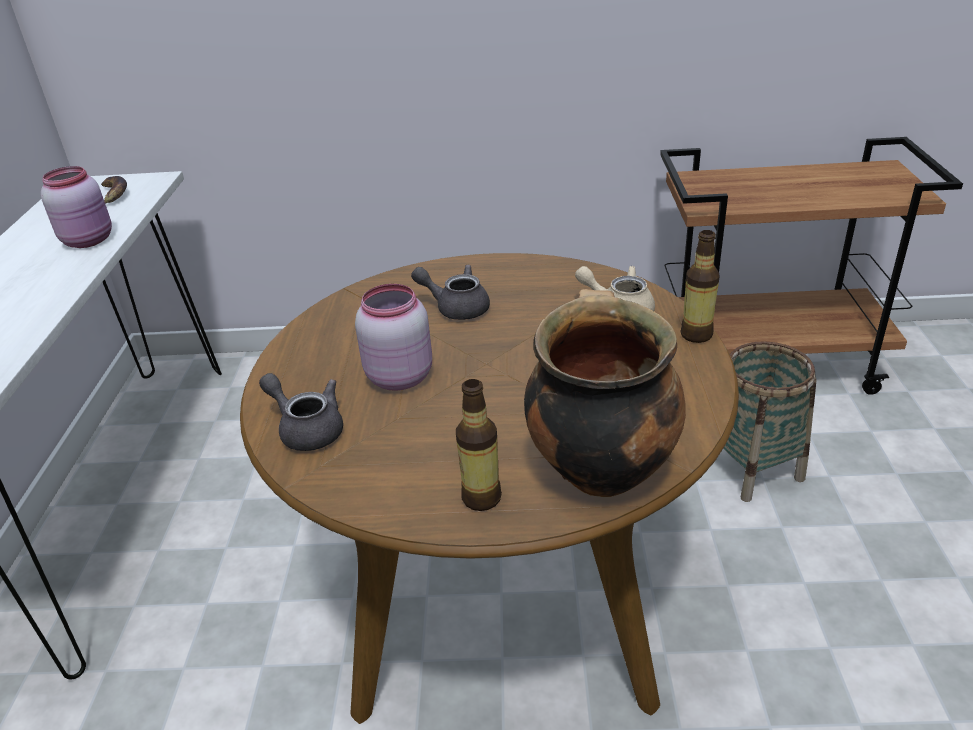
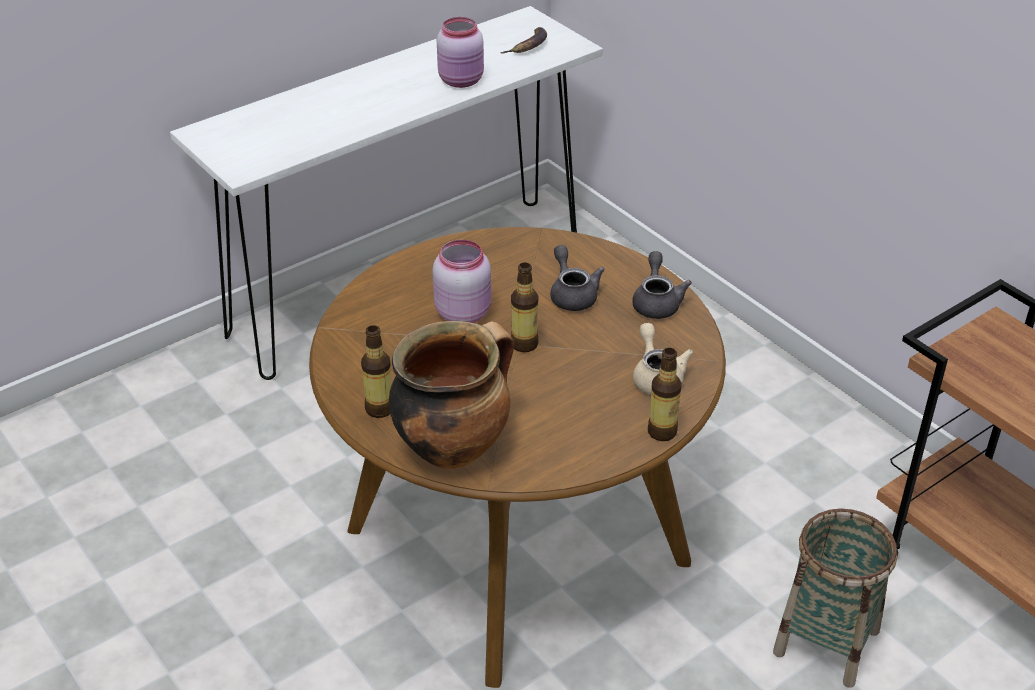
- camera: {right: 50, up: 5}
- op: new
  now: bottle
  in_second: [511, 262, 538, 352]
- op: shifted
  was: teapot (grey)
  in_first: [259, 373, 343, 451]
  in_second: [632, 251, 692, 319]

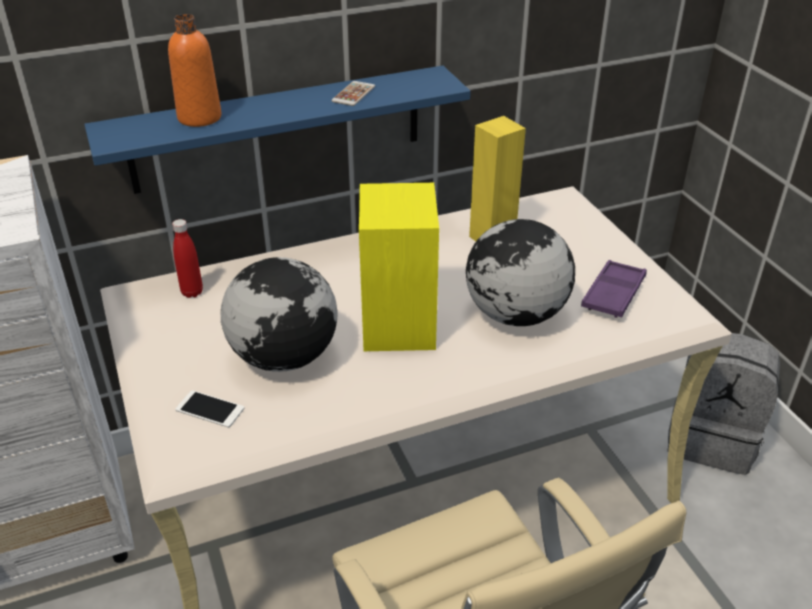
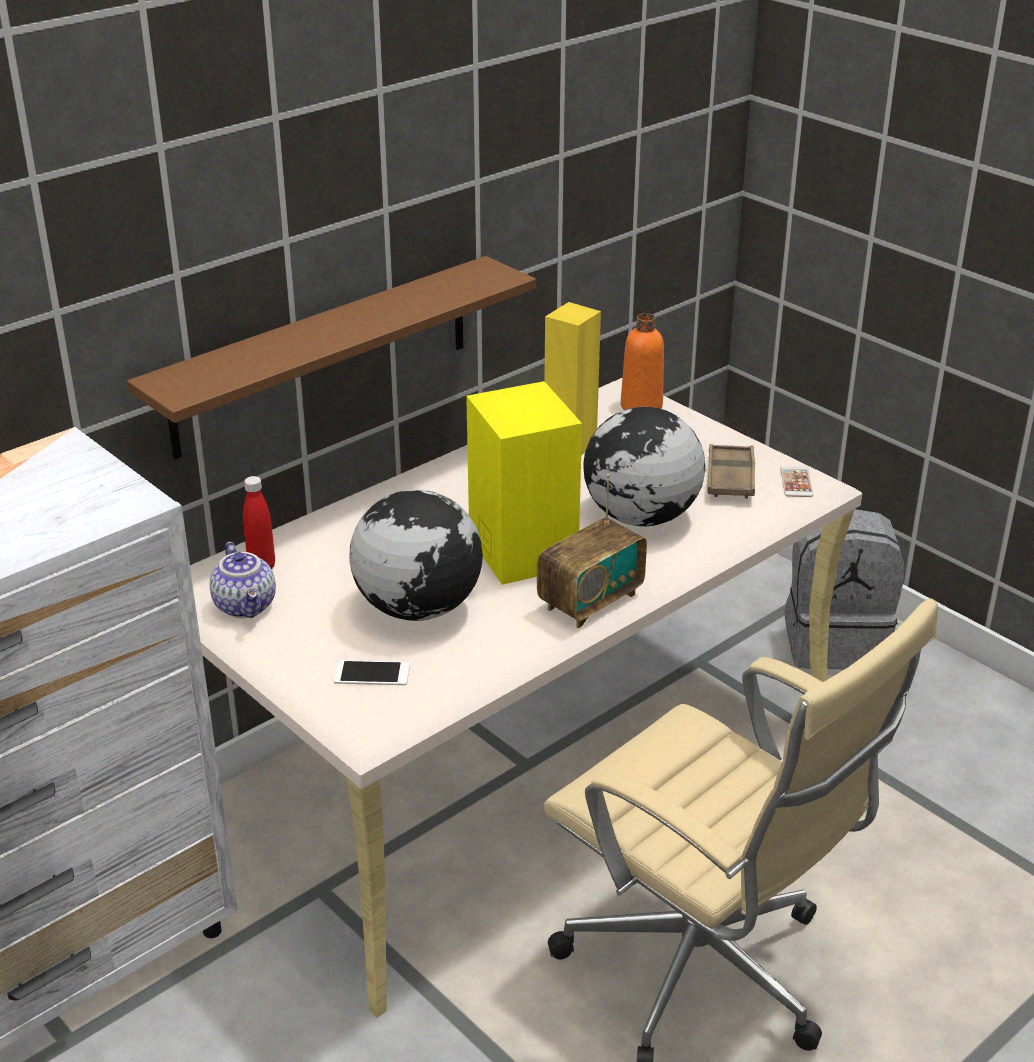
- camera: {right: -20, up: -5}
- op: new
  now: teapot
  in_second: [209, 542, 276, 618]
- op: new
  now: radio
  in_second: [537, 474, 647, 628]
- op: shifted
  was: bottle (orange)
  in_first: [168, 14, 222, 127]
  in_second: [621, 313, 664, 410]
- op: shifted
  was: phone
  in_first: [331, 81, 375, 106]
  in_second: [780, 466, 813, 497]
- op: repainted
  was: shelf (blue)
  now: shelf (brown)
  in_first: [84, 66, 471, 194]
  in_second: [127, 256, 536, 459]
- op: repainted
  was: tray (purple)
  now: tray (brown)
  in_first: [581, 260, 647, 318]
  in_second: [707, 444, 755, 499]

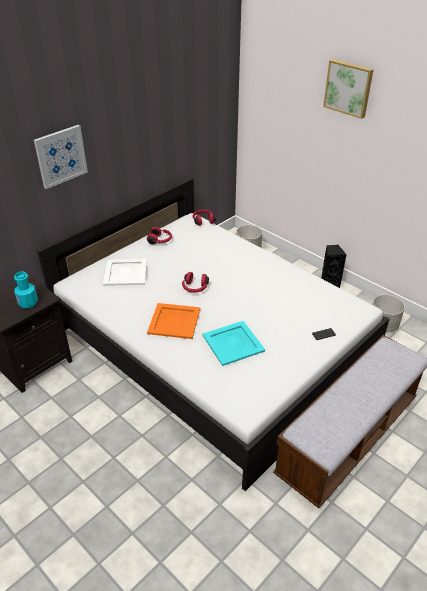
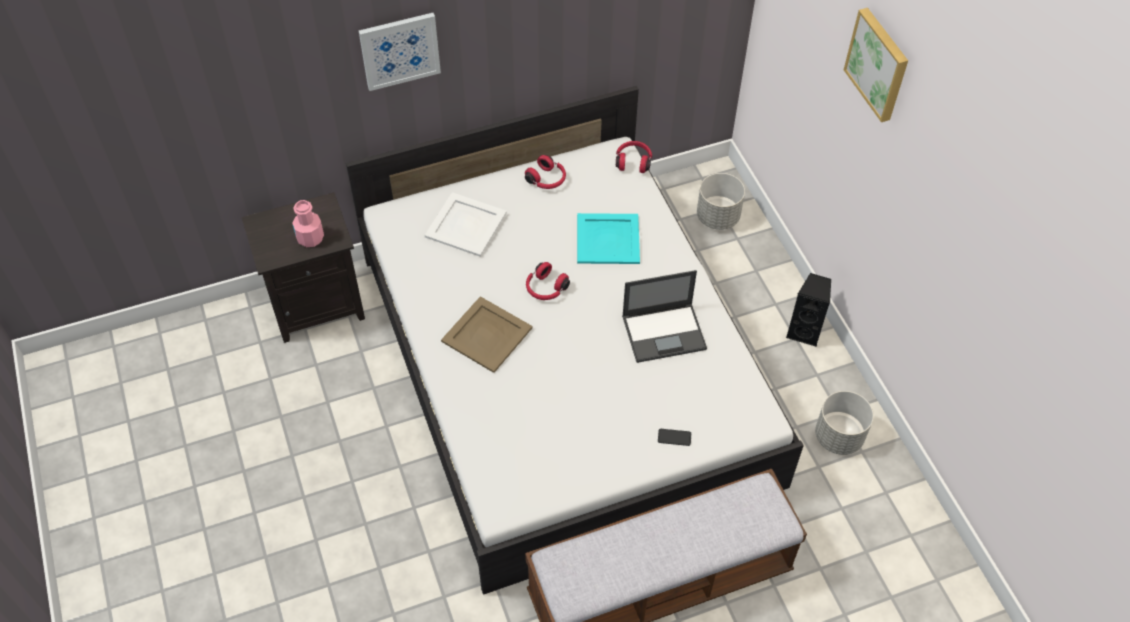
- camera: {right: 25, up: 15}
- op: new
  now: laptop
  in_second: [622, 270, 707, 363]
- op: shifted
  was: tray (turquoise)
  in_first: [202, 321, 265, 366]
  in_second: [577, 213, 640, 264]
- op: repainted
  was: bottle (turquoise)
  now: bottle (pink)
  in_first: [14, 271, 38, 308]
  in_second: [292, 200, 324, 247]
- op: repainted
  was: tray (orange)
  now: tray (beige)
  in_first: [147, 303, 200, 339]
  in_second: [441, 296, 533, 373]

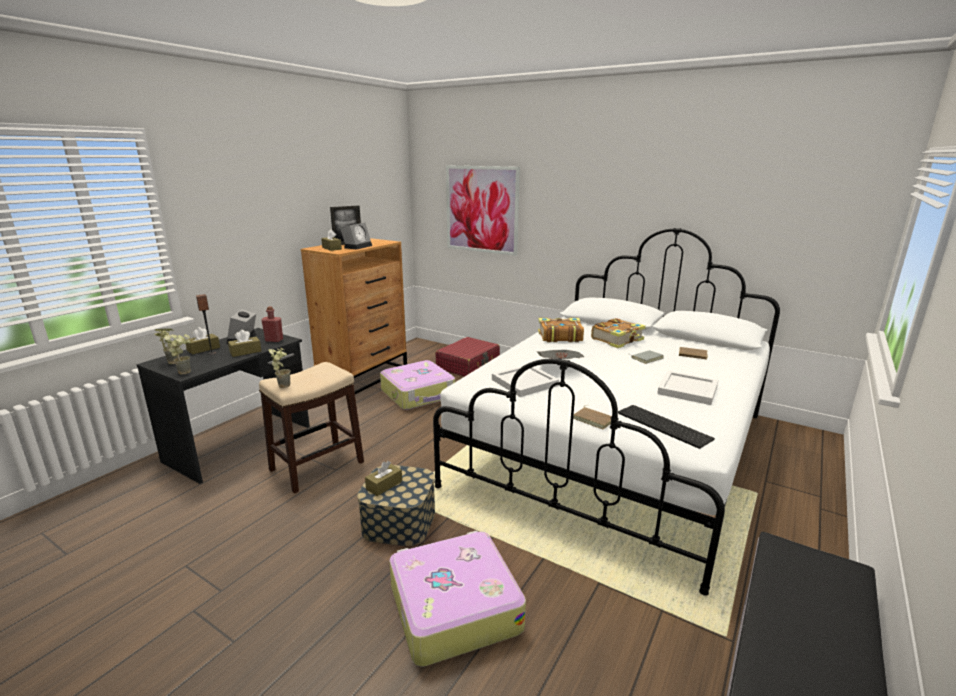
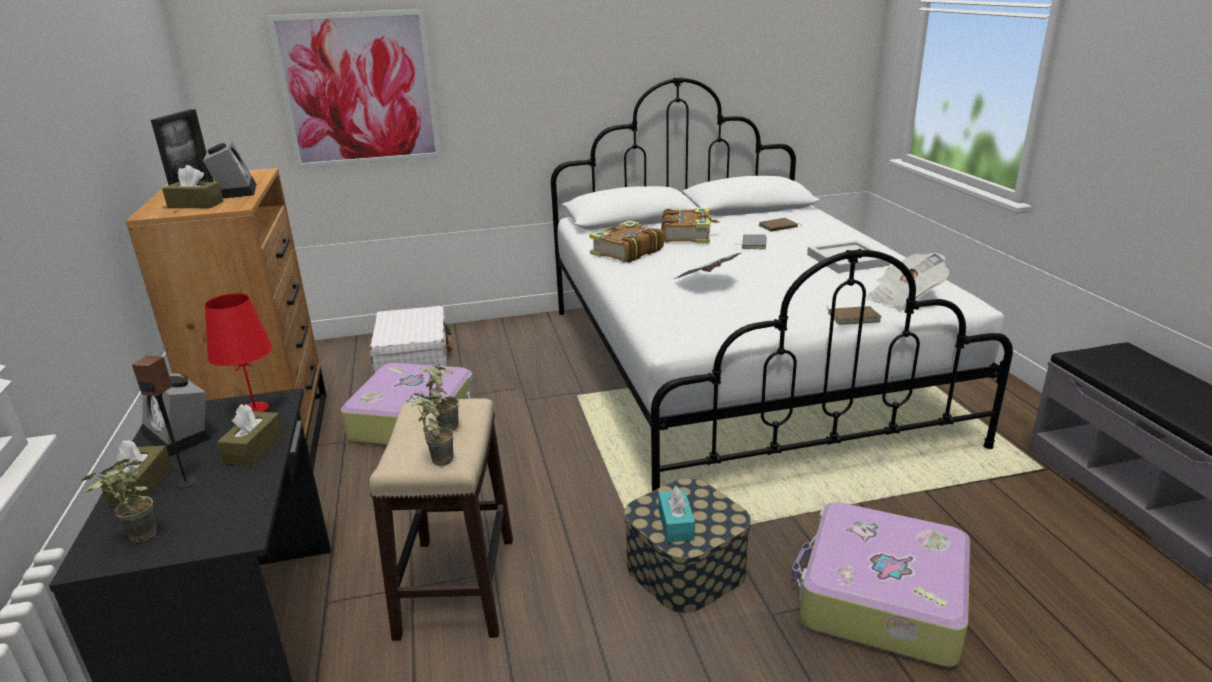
- camera: {right: -45, up: 5}
- op: gone
  was: tray (white)
  in_first: [492, 365, 559, 397]
- op: shifted
  was: potted plant
  in_first: [164, 334, 191, 375]
  in_second: [420, 361, 459, 431]
- op: swapped
  was: bottle (red)
  now: table lamp (red)
  in_first: [261, 306, 283, 342]
  in_second: [204, 293, 273, 412]
- op: swapped
  was: keyboard
  now: newspaper
  in_first: [618, 405, 715, 449]
  in_second: [866, 253, 950, 307]
- op: repainted
  was: tissue box (brown)
  now: tissue box (turquoise)
  in_first: [365, 461, 402, 496]
  in_second: [658, 486, 695, 543]
- op: repainted
  was: suitcase (red)
  now: suitcase (white)
  in_first: [435, 337, 500, 377]
  in_second: [370, 306, 452, 374]

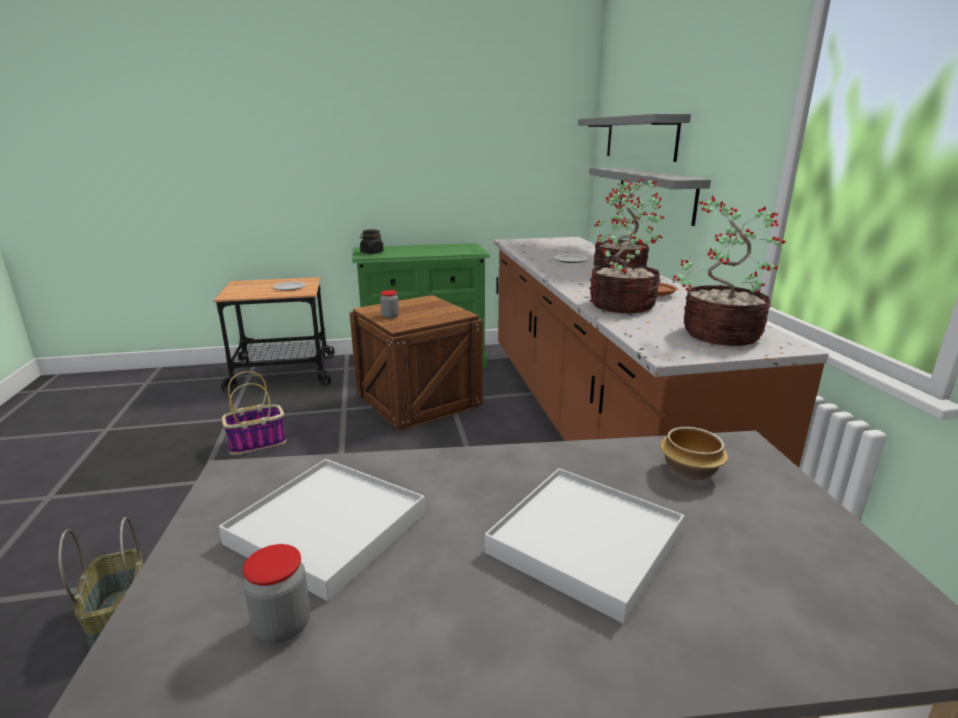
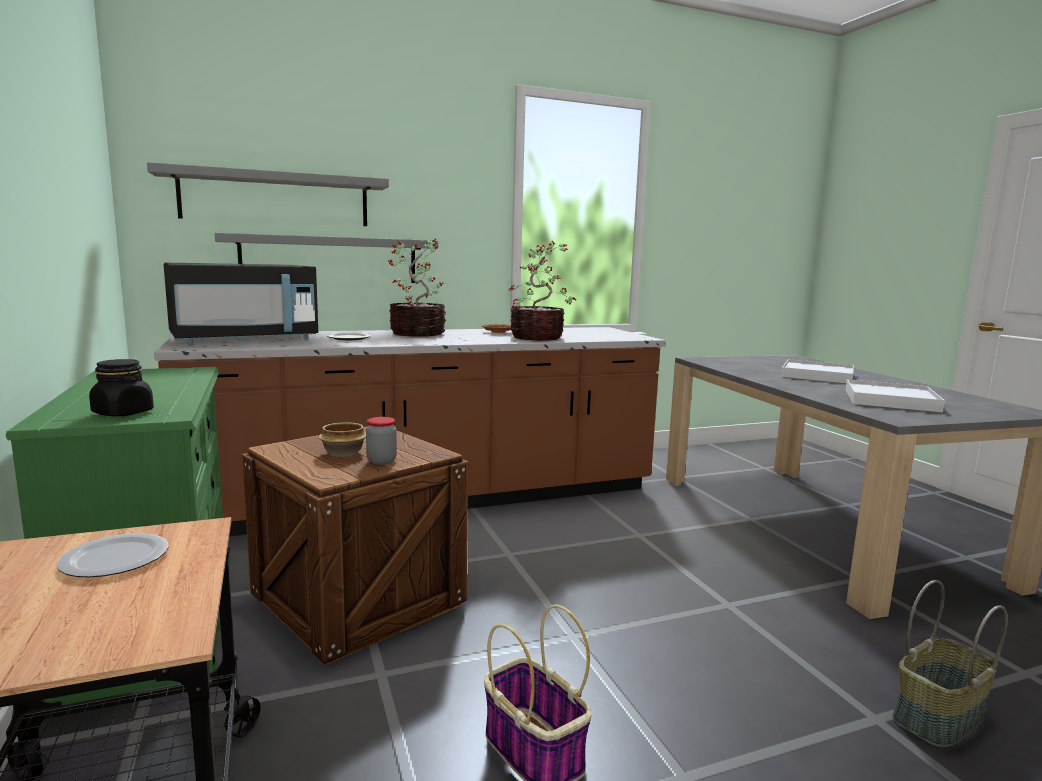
- camera: {right: -100, up: -10}
- op: gone
  was: jar
  in_first: [243, 544, 310, 643]
- op: gone
  was: potted plant
  in_first: [672, 196, 786, 346]
- op: new
  now: microwave (black)
  in_second: [164, 263, 318, 344]
- op: shifted
  was: bowl
  in_first: [660, 427, 728, 481]
  in_second: [319, 422, 366, 457]

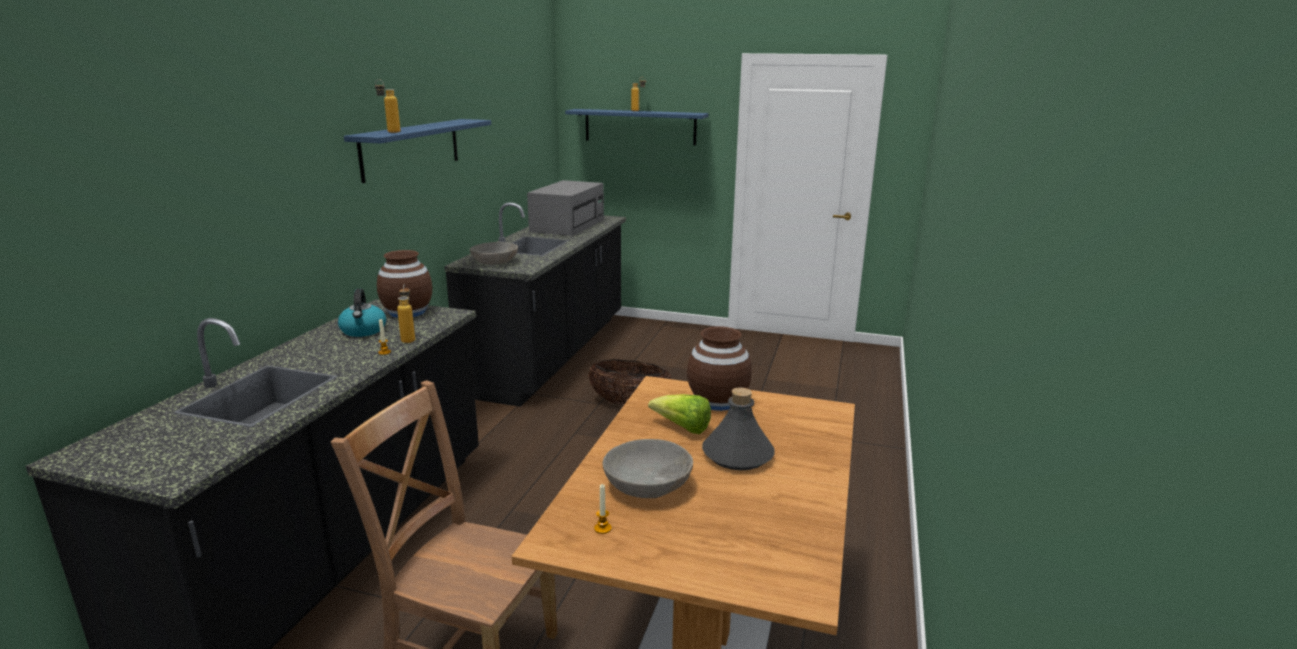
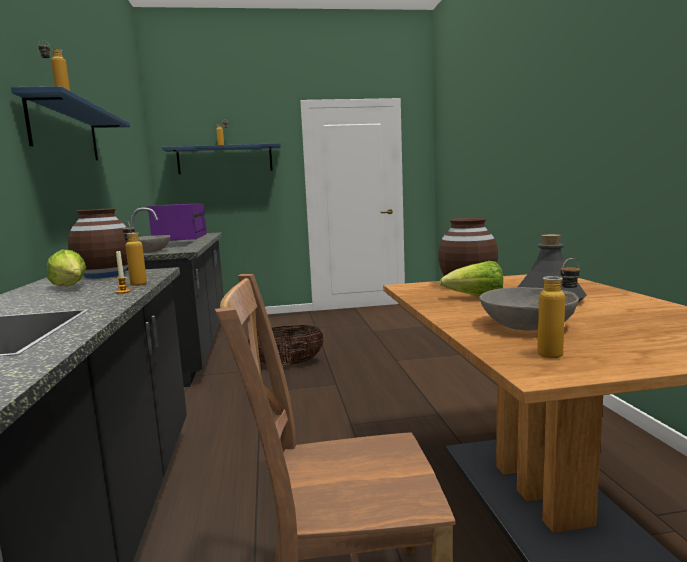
- camera: {right: -25, up: -10}
- op: swapped
  was: kettle
  now: lettuce
  in_first: [338, 289, 386, 337]
  in_second: [47, 250, 87, 286]
- op: swapped
  was: candle
  now: bottle
  in_first: [594, 484, 612, 534]
  in_second: [537, 258, 580, 358]
- op: repainted
  was: microwave (grey)
  now: microwave (purple)
  in_first: [527, 180, 604, 236]
  in_second: [148, 203, 207, 241]

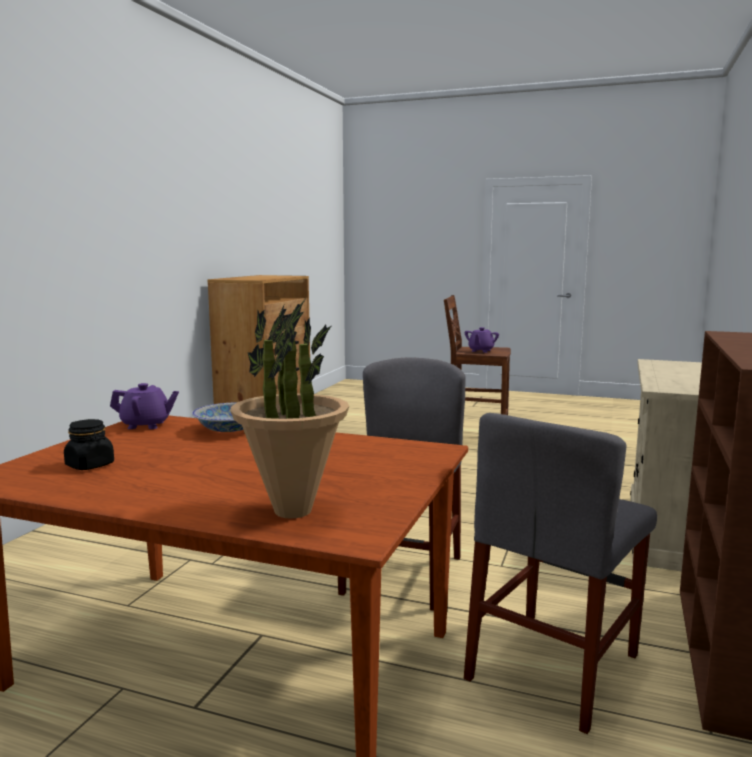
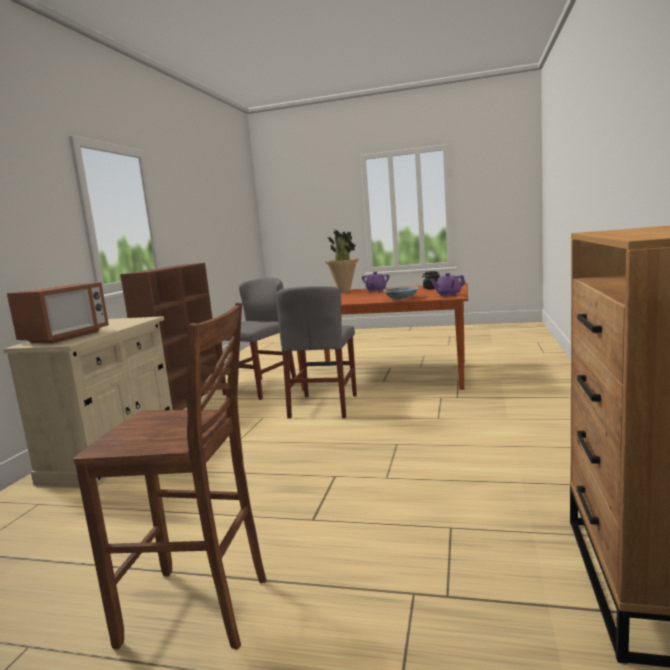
- camera: {right: 175, up: 0}
- op: new
  now: microwave
  in_second: [7, 282, 109, 344]
- op: shifted
  was: teapot (purple)
  in_first: [465, 327, 499, 353]
  in_second: [362, 272, 389, 292]

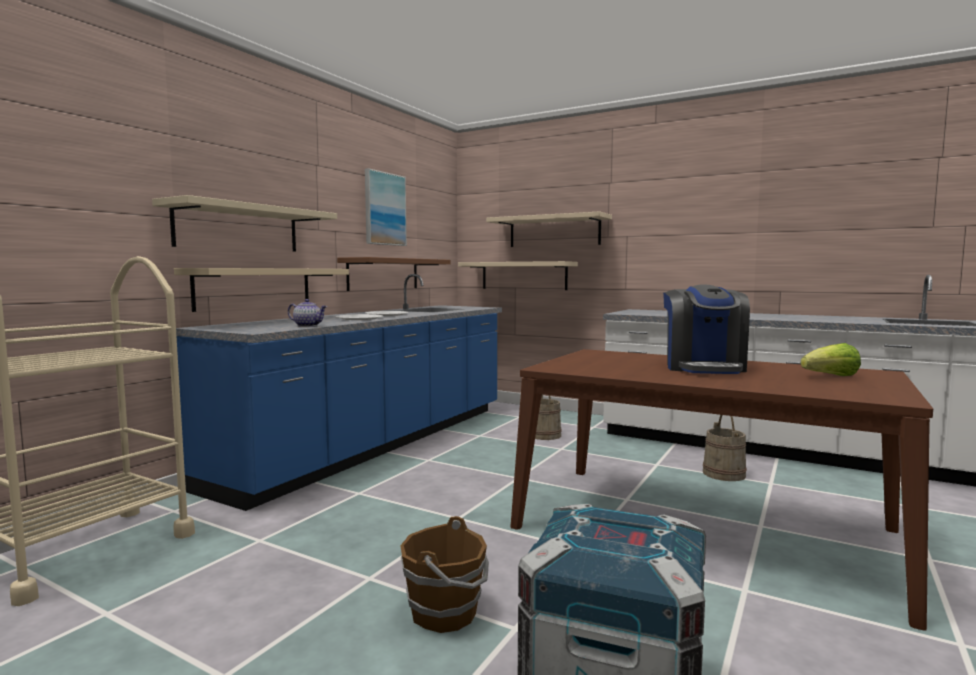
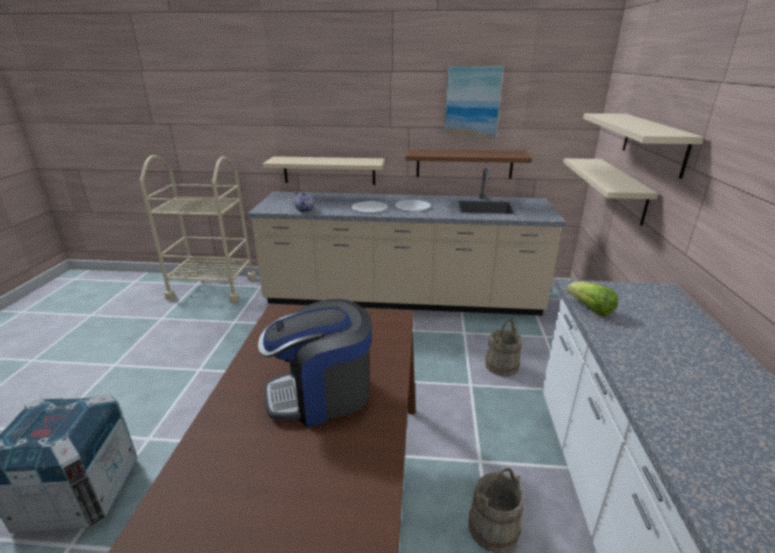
- camera: {right: 65, up: 20}
- op: gone
  was: shelf (beige)
  in_first: [152, 195, 337, 252]
- op: gone
  was: bucket (brown)
  in_first: [400, 516, 489, 633]
- op: shifted
  was: lettuce
  in_first: [800, 343, 861, 376]
  in_second: [567, 281, 618, 316]
- op: repainted
  was: counter (blue)
  now: counter (beige)
  in_first: [176, 274, 502, 511]
  in_second: [248, 168, 566, 315]

